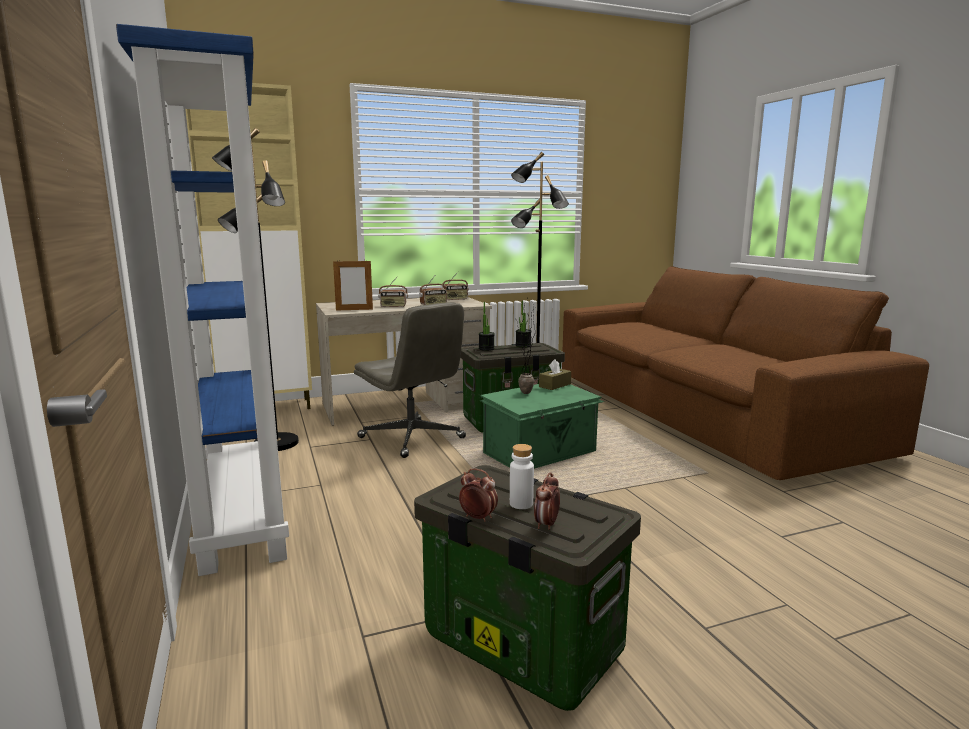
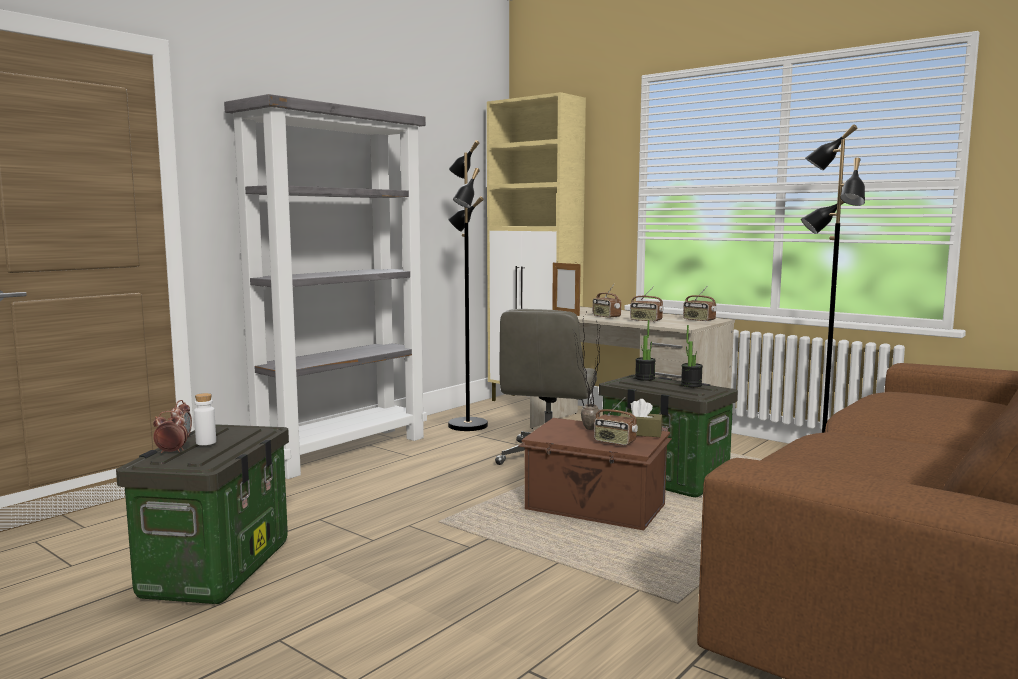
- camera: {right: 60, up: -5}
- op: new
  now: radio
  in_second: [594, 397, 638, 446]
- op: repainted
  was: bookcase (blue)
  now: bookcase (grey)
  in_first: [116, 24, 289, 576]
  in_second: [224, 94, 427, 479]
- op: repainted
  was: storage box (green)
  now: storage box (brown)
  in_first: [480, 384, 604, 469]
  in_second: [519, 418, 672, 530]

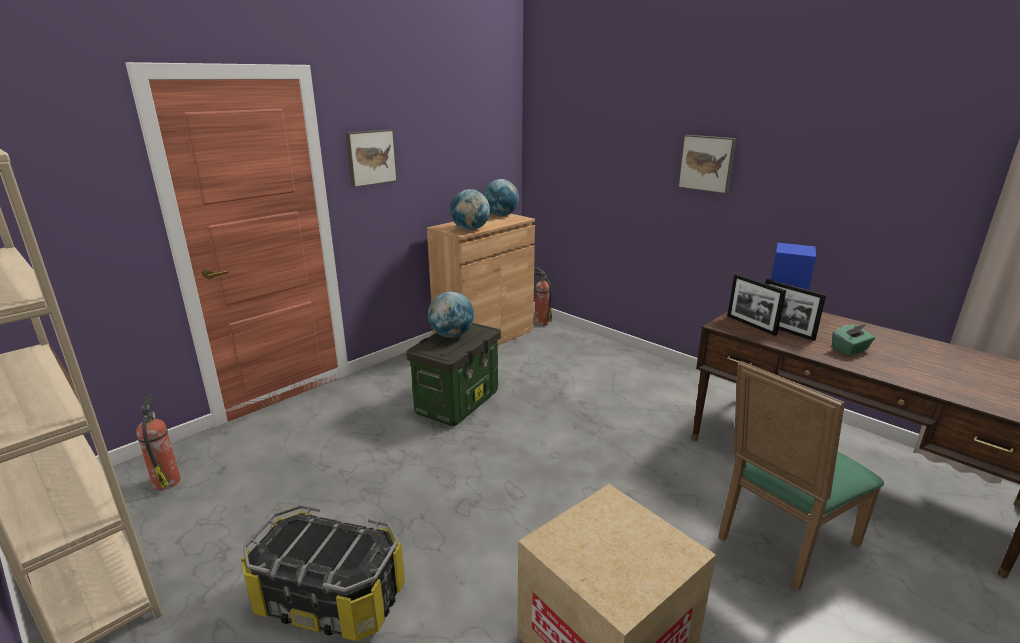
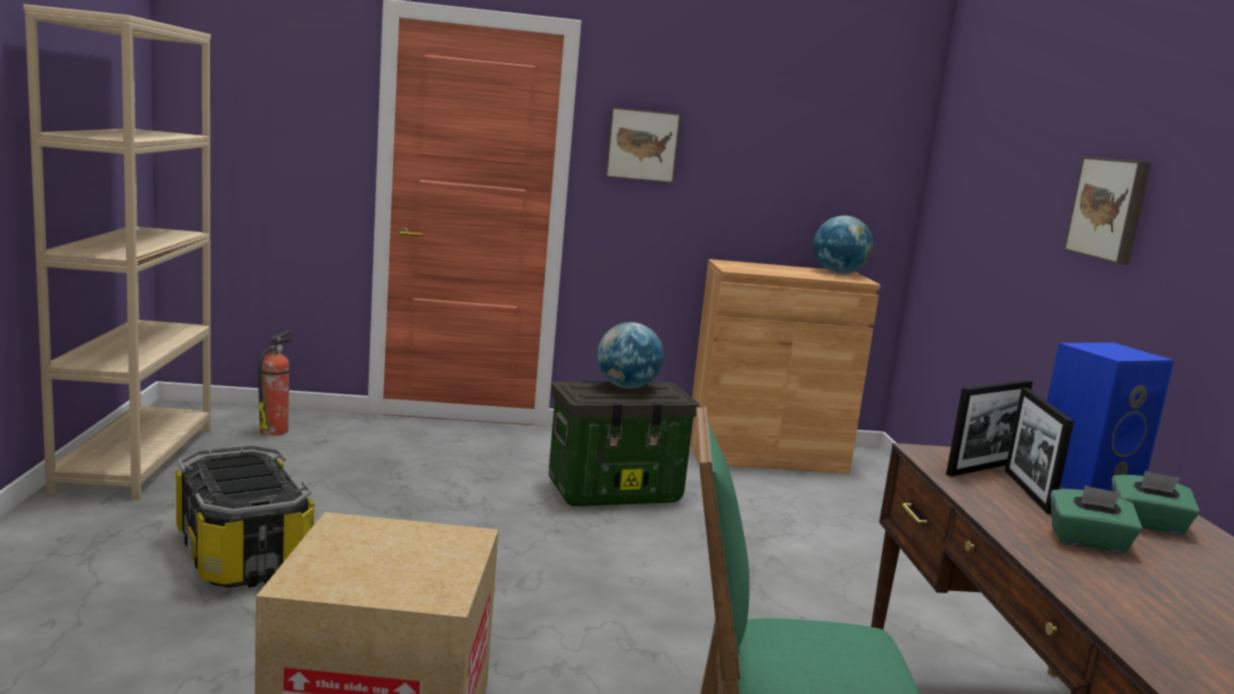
- camera: {right: 40, up: -10}
- op: gone
  was: globe
  in_first: [450, 189, 490, 230]
- op: gone
  was: fire extinguisher
  in_first: [534, 268, 552, 326]
- op: new
  now: tissue box (green)
  in_second: [1112, 471, 1200, 535]
- op: rotated
  was: picture frame
  in_first: [727, 274, 786, 336]
  in_second: [946, 380, 1033, 477]
  clockwise: -135

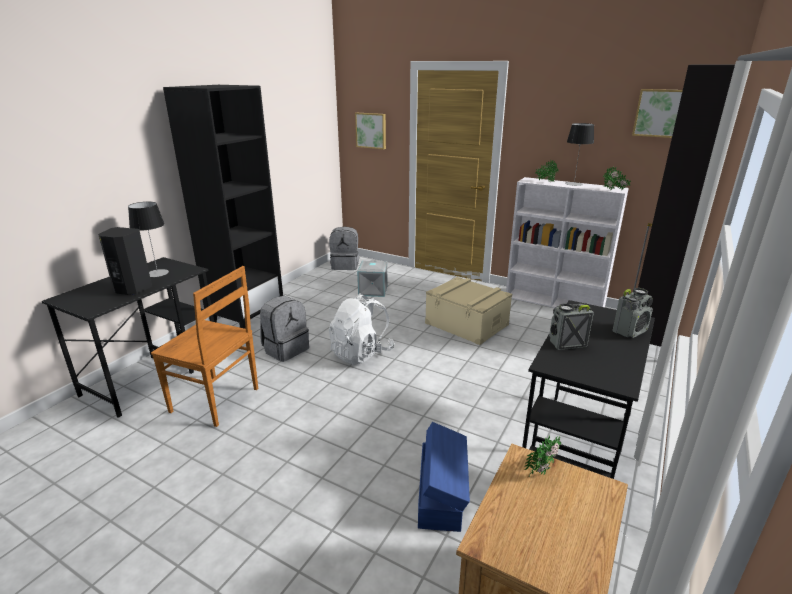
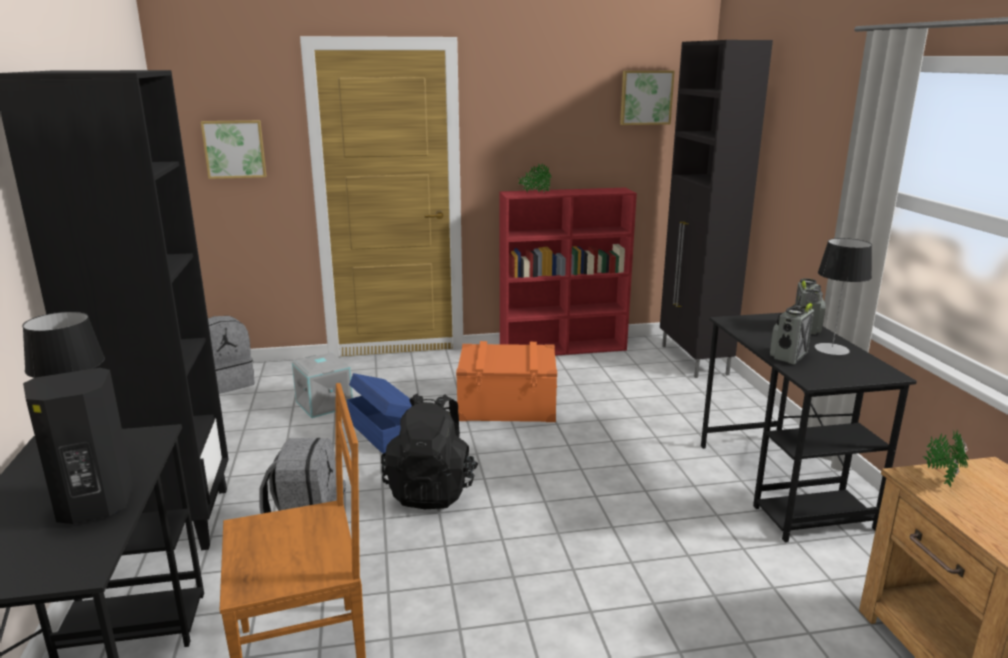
- camera: {right: -40, up: -5}
- op: gone
  was: potted plant
  in_first: [603, 166, 631, 190]
- op: shifted
  was: storage box (blue)
  in_first: [418, 422, 470, 532]
  in_second: [347, 373, 412, 454]
- op: shifted
  was: table lamp
  in_first: [565, 123, 594, 186]
  in_second: [814, 238, 872, 355]
- op: repainted
  was: backpack (white)
  now: backpack (black)
  in_first: [329, 293, 395, 365]
  in_second: [381, 394, 478, 509]
- op: repainted
  was: storage box (beige)
  now: storage box (orange)
  in_first: [425, 277, 512, 345]
  in_second: [456, 341, 557, 422]
- op: repainted
  was: bookcase (white)
  now: bookcase (red)
  in_first: [506, 177, 629, 308]
  in_second: [499, 188, 637, 356]

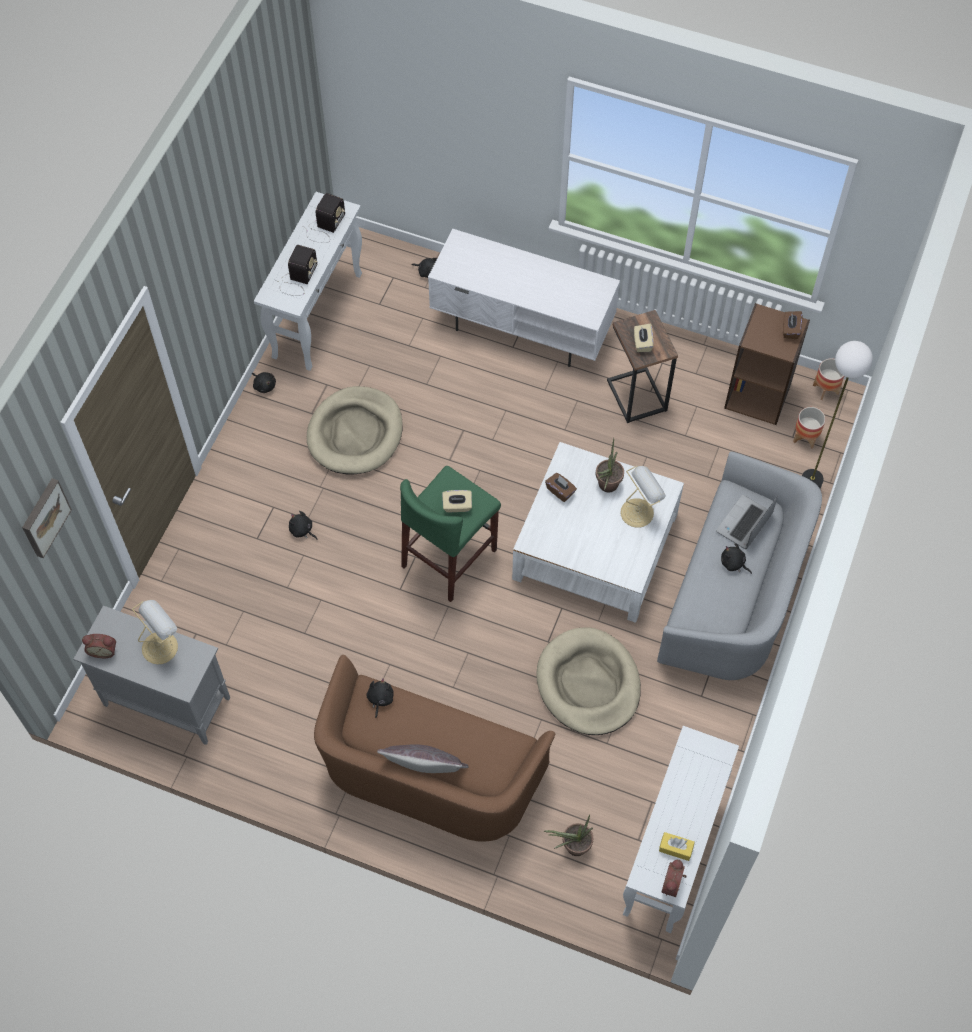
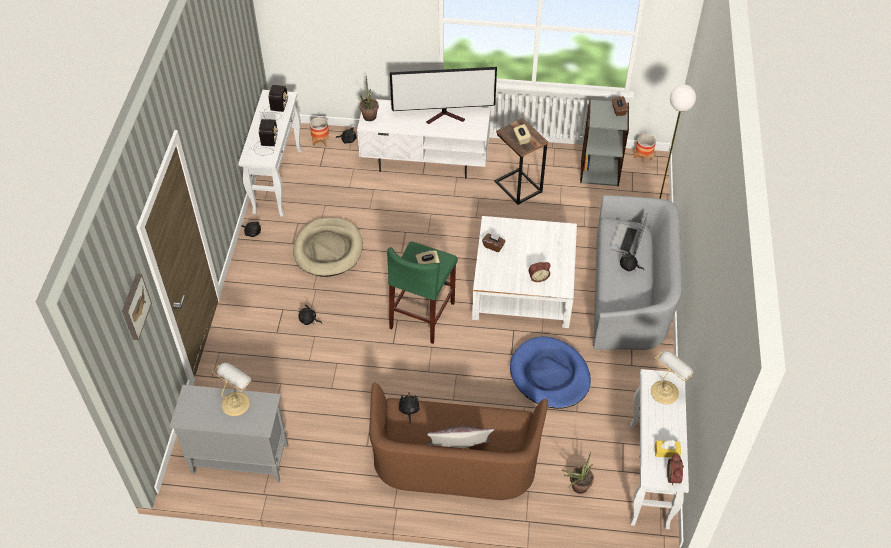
- camera: {right: -15, up: -10}
- op: new
  now: television
  in_second: [390, 67, 497, 124]
- op: shifted
  was: alarm clock
  in_first: [82, 634, 116, 658]
  in_second: [529, 262, 550, 282]
- op: shifted
  was: potted plant
  in_first: [596, 437, 624, 492]
  in_second: [359, 76, 379, 121]
- op: shifted
  was: table lamp
  in_first: [620, 466, 666, 528]
  in_second: [651, 351, 693, 404]
- op: shifted
  was: planter
  in_first: [793, 407, 825, 449]
  in_second: [310, 117, 329, 147]
- op: repainted
  was: dog bed (beige)
  now: dog bed (blue)
  in_first: [536, 627, 641, 735]
  in_second: [510, 336, 591, 409]
- op: repainted
  was: bookcase (brown)
  now: bookcase (grey)
  in_first: [724, 303, 810, 425]
  in_second: [580, 100, 629, 186]

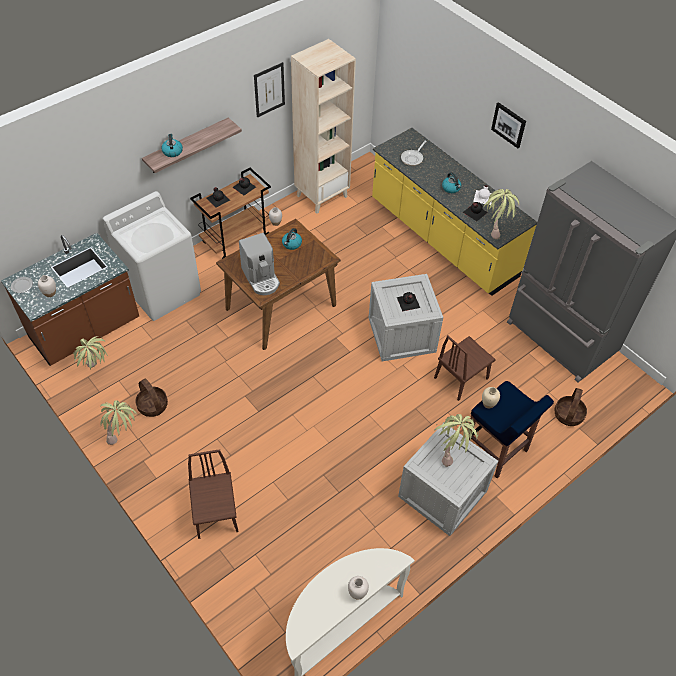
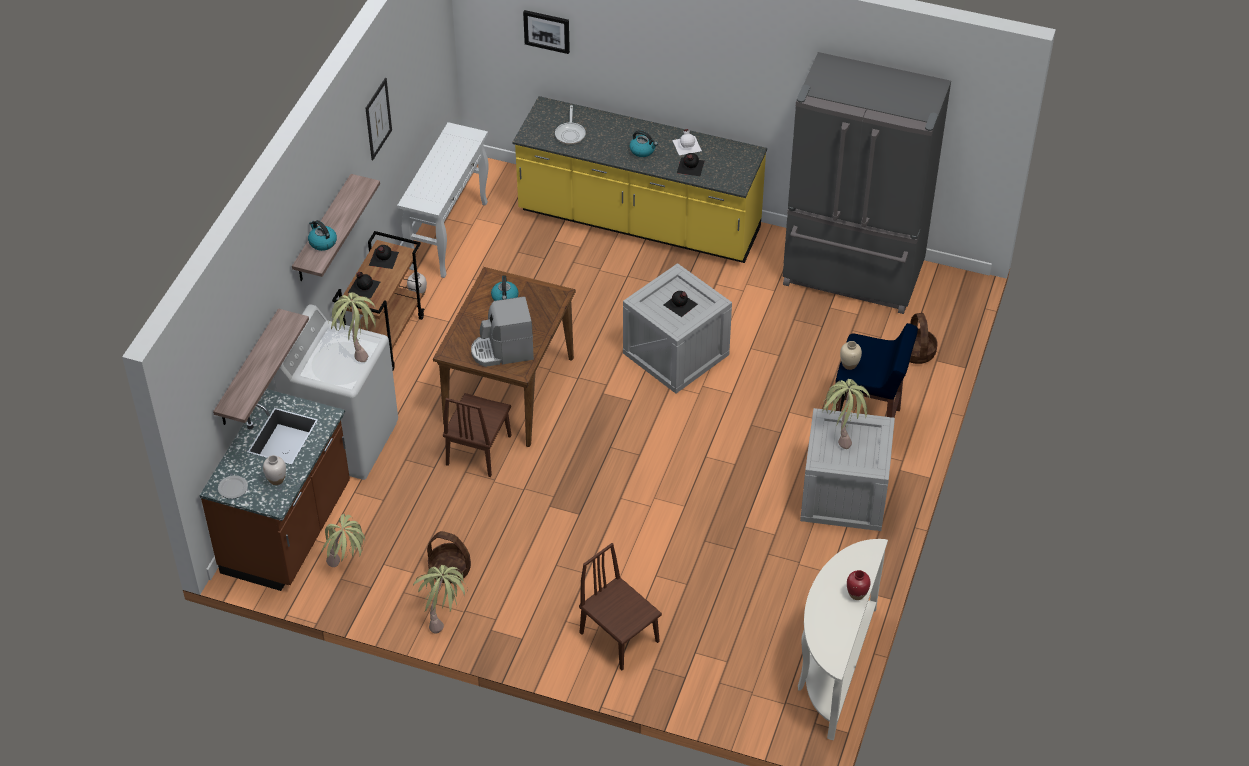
- camera: {right: -30, up: -5}
- op: new
  now: shelf
  in_second: [213, 309, 309, 425]
- op: shifted
  was: chair (brown)
  in_first: [434, 335, 496, 401]
  in_second: [443, 393, 512, 477]
- op: shifted
  was: potted plant
  in_first: [484, 189, 519, 239]
  in_second: [330, 292, 376, 362]
- op: shifted
  was: picture
  in_first: [491, 102, 526, 148]
  in_second: [523, 10, 570, 54]
- op: swapped
  was: bookcase (beige)
  now: console table (white)
  in_first: [291, 39, 356, 214]
  in_second: [397, 122, 489, 278]
- op: repainted
  was: vase (white)
  now: vase (red)
  in_first: [348, 576, 369, 599]
  in_second: [847, 570, 871, 600]
- op: rotated
  was: coffee machine
  in_first: [239, 233, 280, 295]
  in_second: [471, 296, 534, 367]
  clockwise: 135

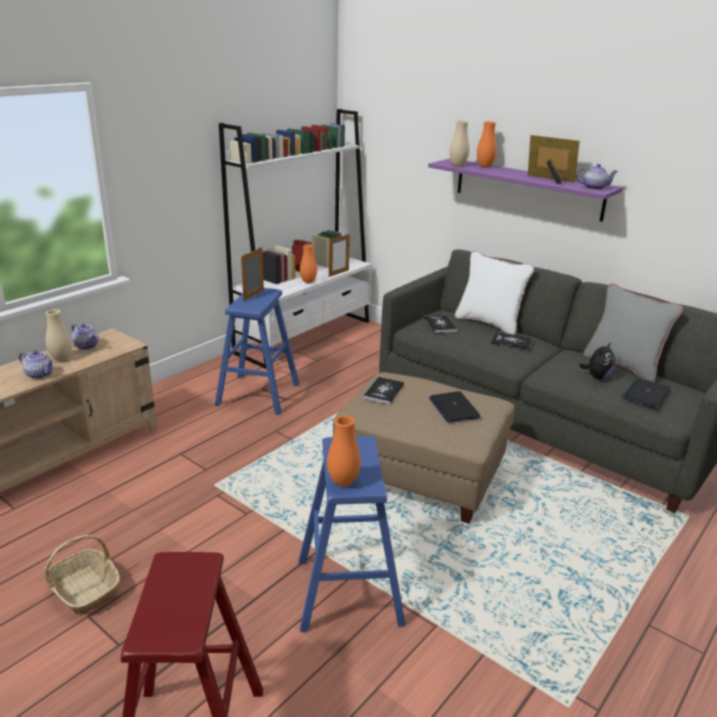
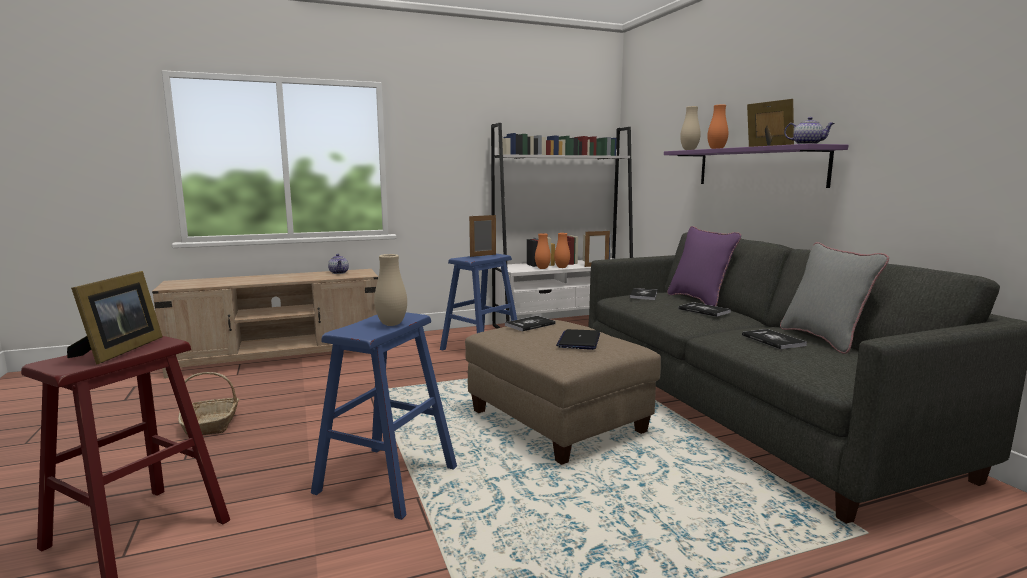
- camera: {right: 30, up: -15}
- op: gone
  was: teapot
  in_first: [19, 351, 54, 379]
- op: gone
  was: laptop
  in_first: [622, 378, 670, 408]
- op: new
  now: picture frame
  in_second: [67, 271, 163, 364]
- op: shifted
  was: vase (beige)
  in_first: [45, 309, 72, 361]
  in_second: [374, 254, 407, 326]
- op: shifted
  was: vase (orange)
  in_first: [327, 415, 361, 486]
  in_second: [535, 233, 551, 269]
- op: swapped
  was: plush toy
  now: book
  in_first: [579, 342, 615, 379]
  in_second: [742, 329, 807, 349]
- op: repainted
  was: pillow (white)
  now: pillow (purple)
  in_first: [455, 251, 534, 335]
  in_second: [667, 226, 741, 306]

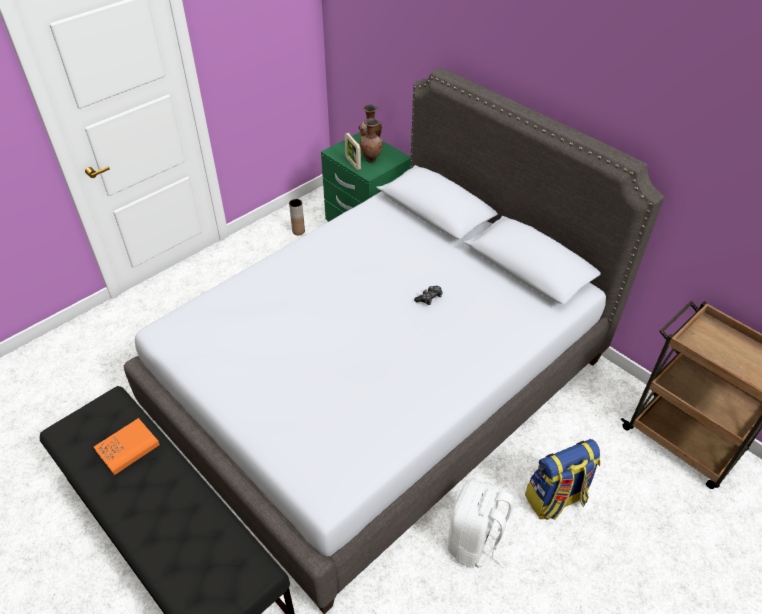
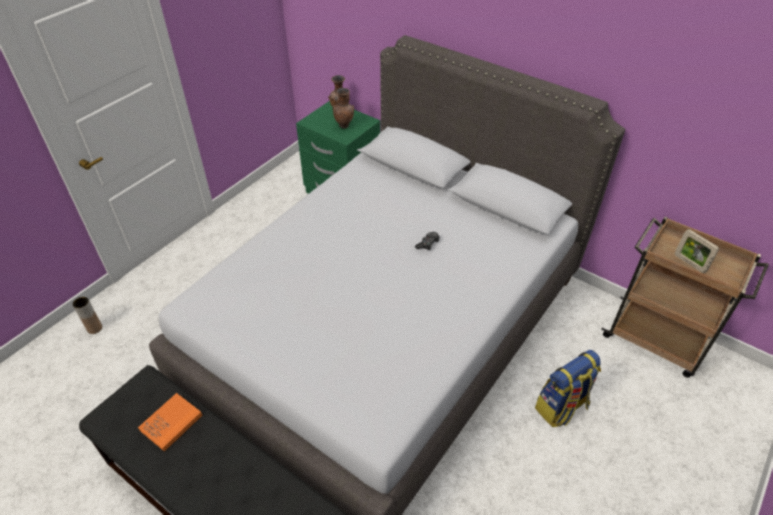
- camera: {right: -10, up: 0}
- op: gone
  was: backpack (white)
  in_first: [448, 479, 514, 568]
- op: shifted
  was: vase (brown)
  in_first: [289, 199, 305, 235]
  in_second: [73, 297, 102, 334]
- op: shifted
  was: picture frame
  in_first: [345, 133, 361, 171]
  in_second: [675, 229, 719, 273]

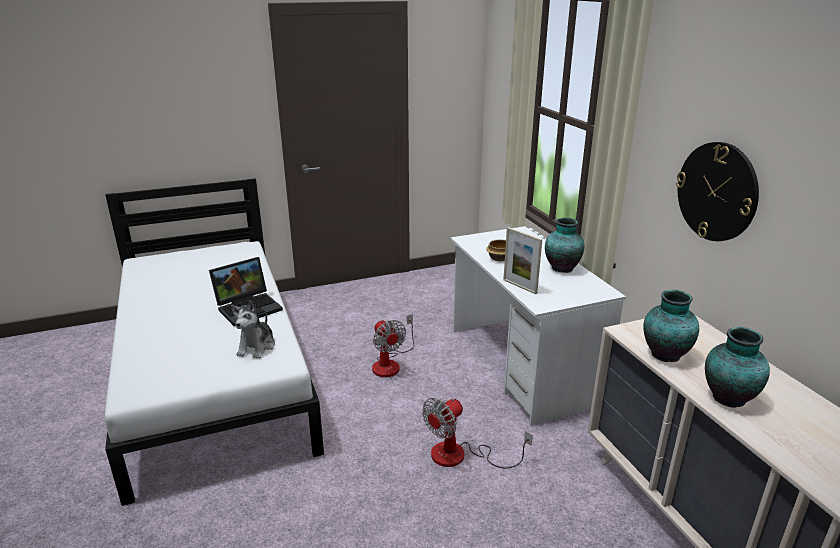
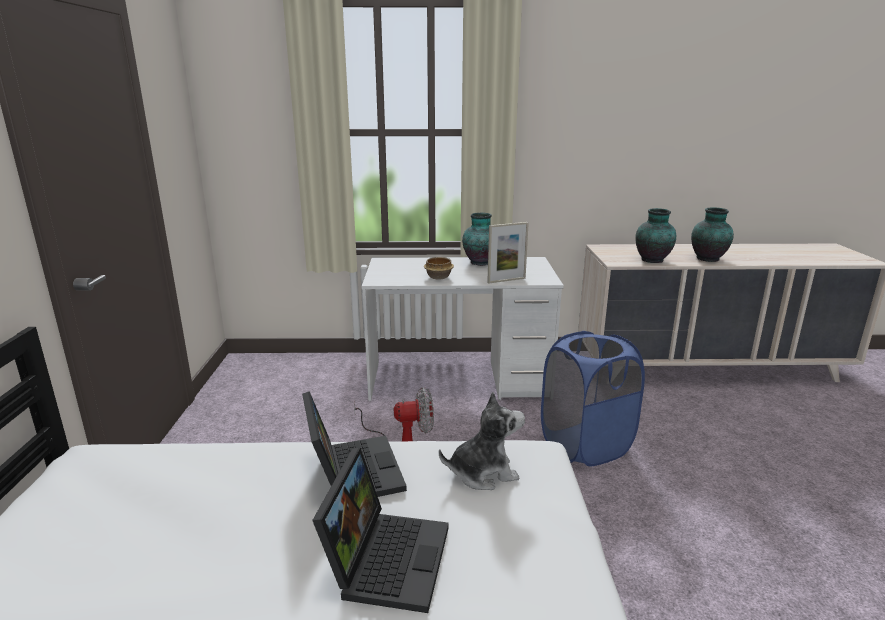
- camera: {right: -70, up: -5}
- op: gone
  was: wall clock
  in_first: [676, 142, 759, 241]
- op: new
  now: laptop
  in_second: [312, 448, 449, 613]
- op: swapped
  was: fan
  now: laundry basket (blue)
  in_first: [422, 398, 533, 469]
  in_second: [541, 331, 645, 466]
- op: rotated
  was: plush toy
  in_first: [231, 300, 275, 359]
  in_second: [439, 392, 525, 490]
  clockwise: -45

